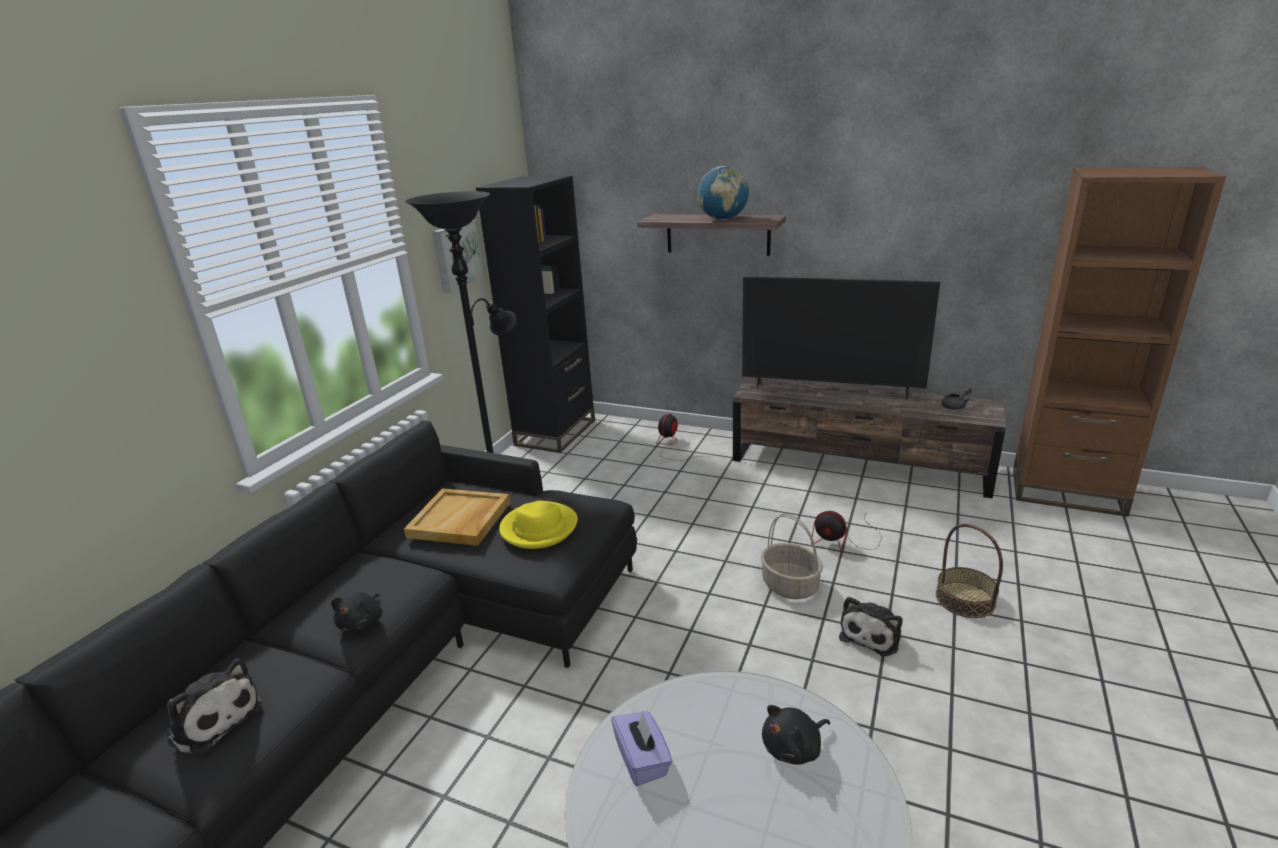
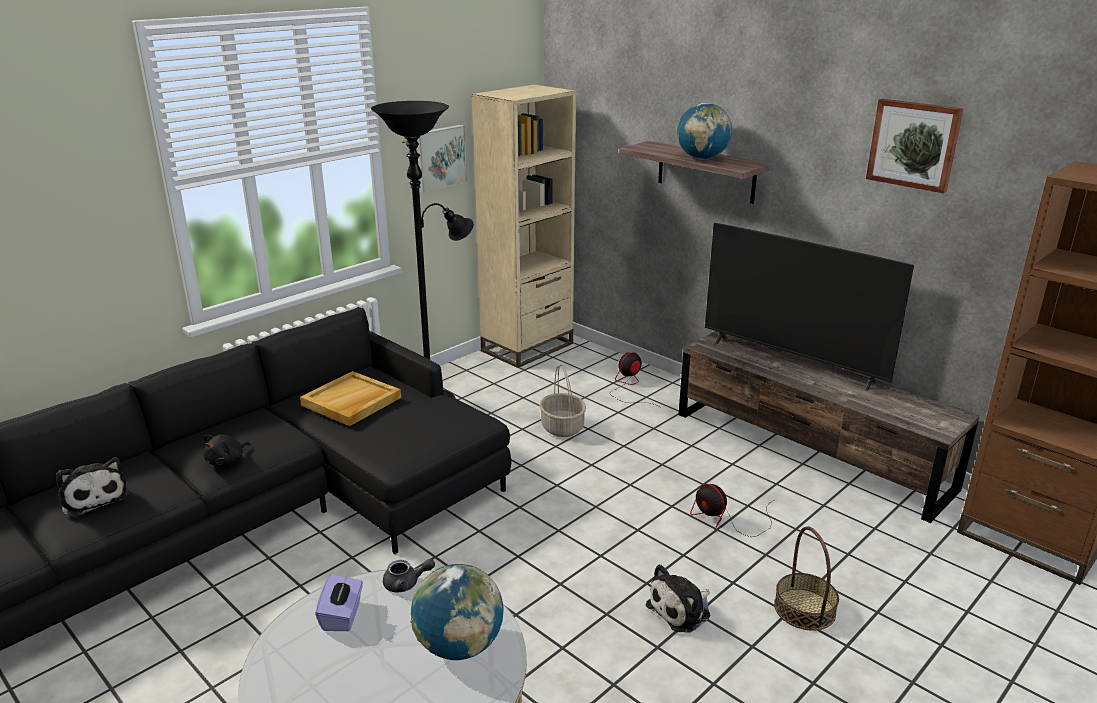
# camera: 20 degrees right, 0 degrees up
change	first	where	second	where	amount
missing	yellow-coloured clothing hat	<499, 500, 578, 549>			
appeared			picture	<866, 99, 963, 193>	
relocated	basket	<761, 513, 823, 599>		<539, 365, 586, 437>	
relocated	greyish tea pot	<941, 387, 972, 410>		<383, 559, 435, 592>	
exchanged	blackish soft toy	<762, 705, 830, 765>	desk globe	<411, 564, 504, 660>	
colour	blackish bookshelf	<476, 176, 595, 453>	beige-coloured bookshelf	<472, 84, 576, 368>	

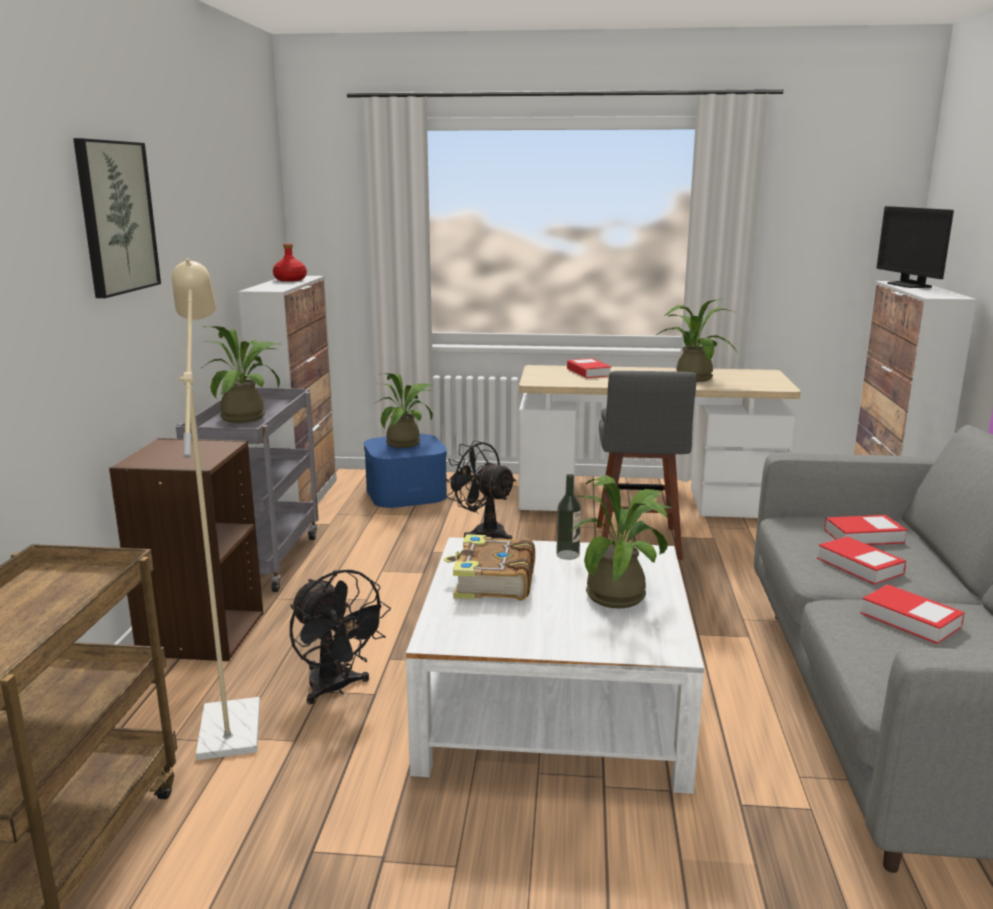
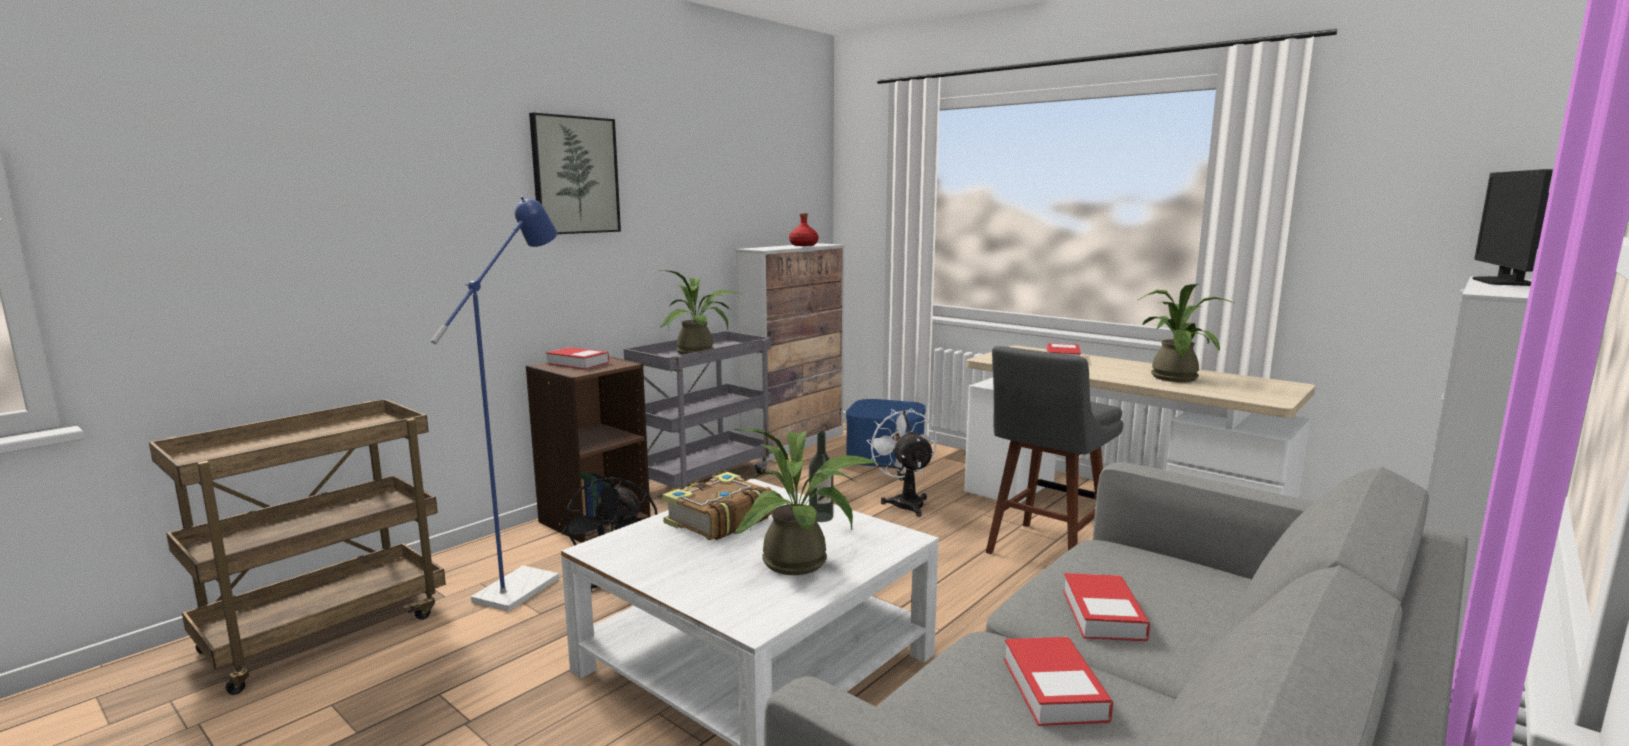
# camera: 35 degrees right, 5 degrees down
change	first	where	second	where	amount
missing	houseplant	<374, 373, 433, 448>			
relocated	volume	<824, 515, 907, 545>		<546, 347, 609, 369>	
colour	beige-coloured floor lamp	<172, 258, 260, 760>	bluish floor lamp	<431, 196, 559, 612>	
colour	blackish fan	<443, 440, 517, 539>	white fan	<867, 409, 937, 517>	

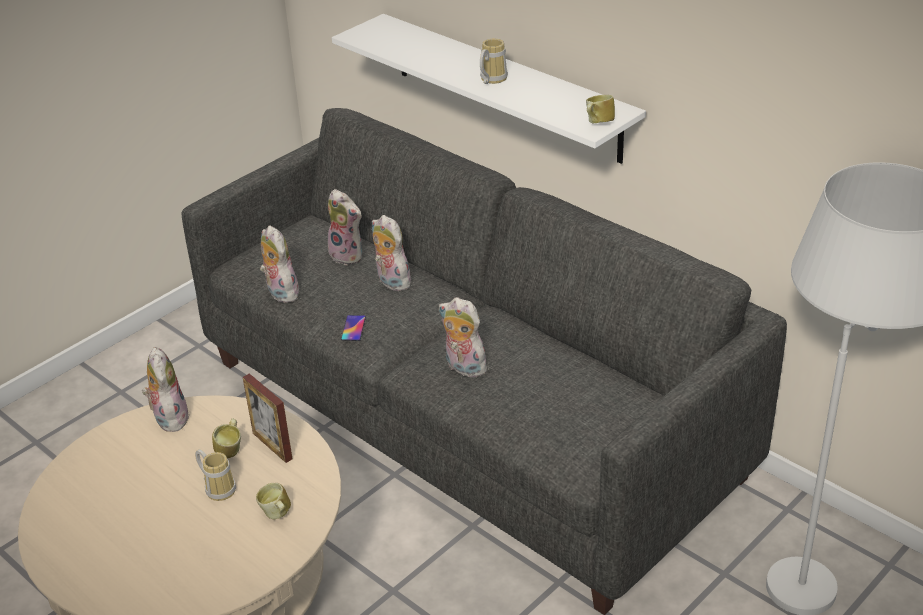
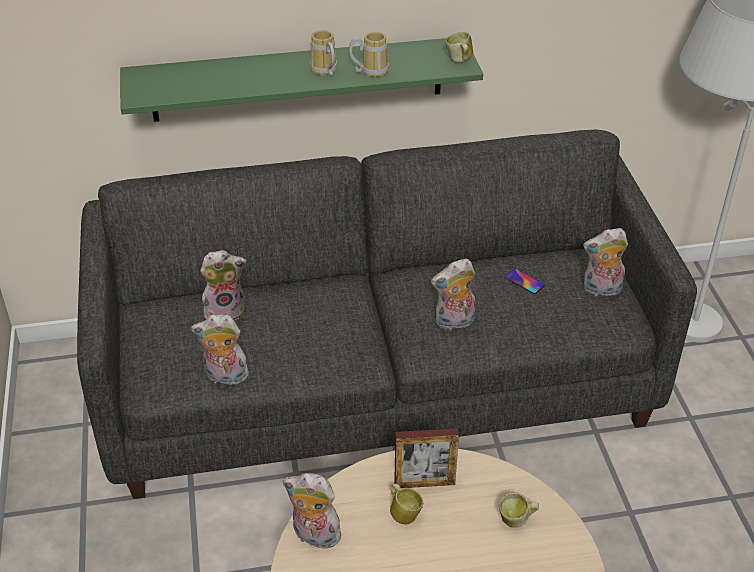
# camera: 55 degrees left, 5 degrees up
change	first	where	second	where	amount
relocated	mug	<195, 449, 236, 501>		<349, 32, 389, 77>	
relocated	handset	<341, 315, 366, 341>		<504, 268, 545, 294>	
relocated	soft toy	<372, 215, 415, 291>		<583, 228, 628, 296>	
colour	white bracket shelf	<332, 14, 646, 164>	green-coloured bracket shelf	<120, 38, 483, 122>	

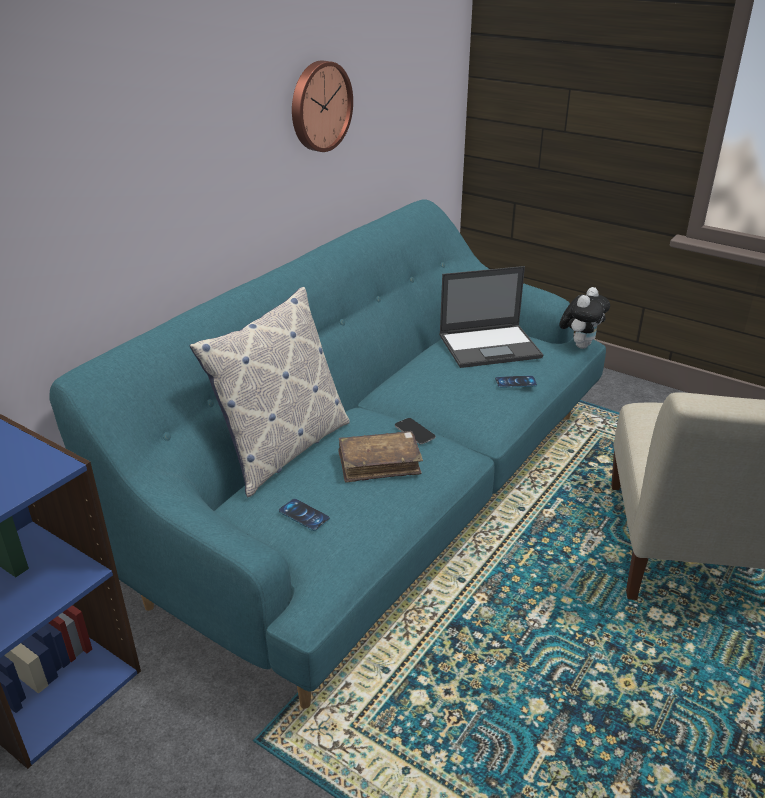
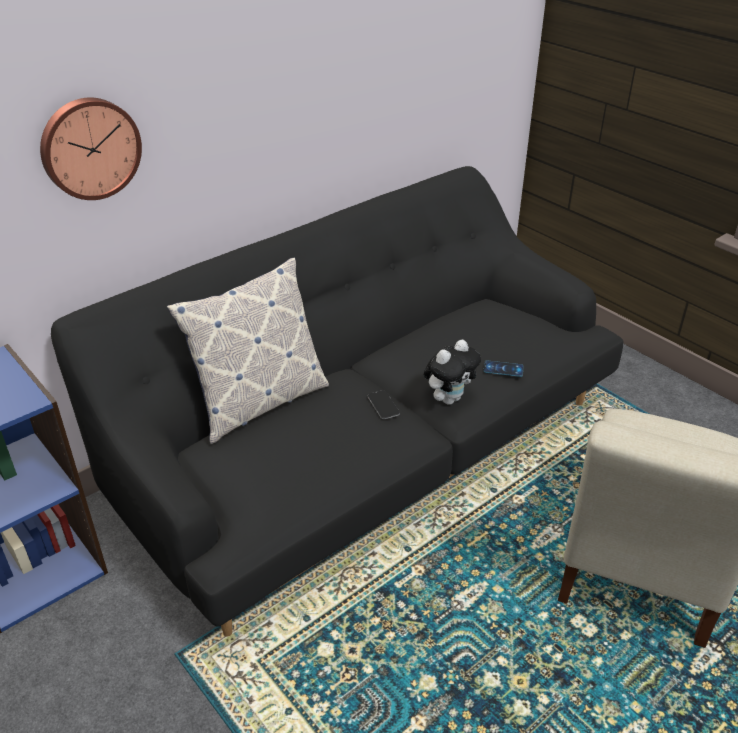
# camera: 15 degrees right, 5 degrees up
change	first	where	second	where	amount
missing	handset	<278, 499, 330, 531>			
missing	brownish volume	<338, 431, 423, 483>			
missing	portable computer	<439, 266, 543, 368>			
relocated	hanging clock	<292, 61, 353, 152>		<40, 98, 142, 200>	
relocated	soft toy	<559, 287, 610, 349>		<424, 340, 481, 405>	
colour	turquoise settee	<50, 199, 606, 709>	blackish settee	<51, 166, 624, 637>	

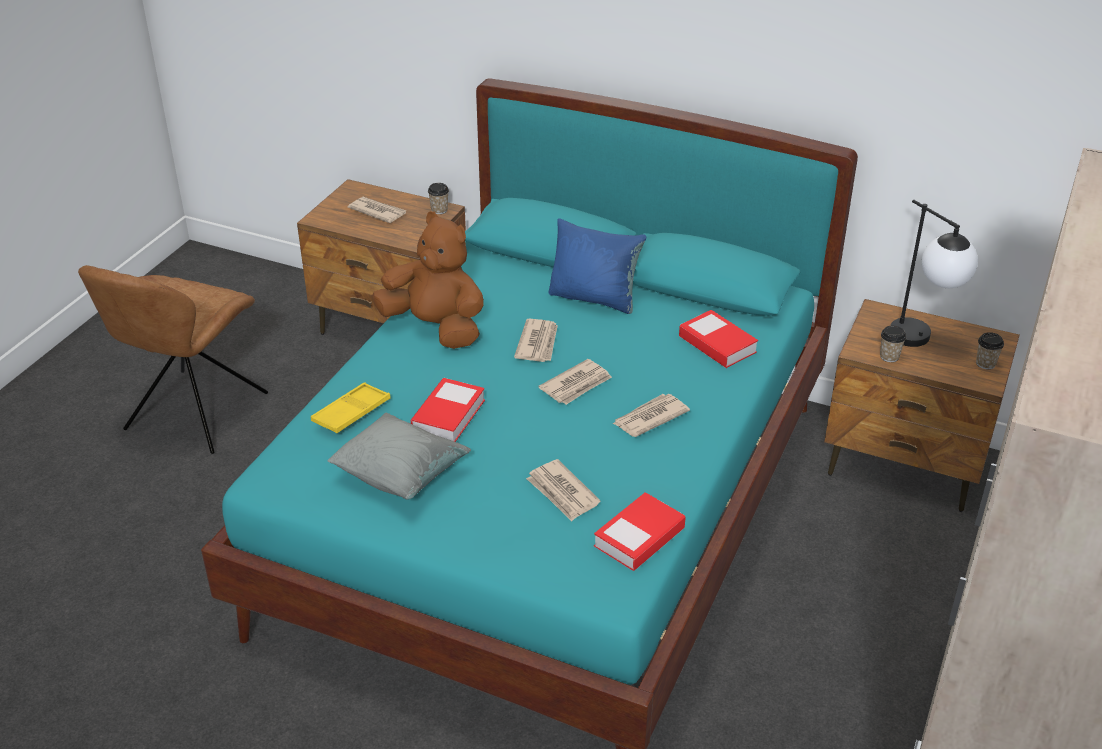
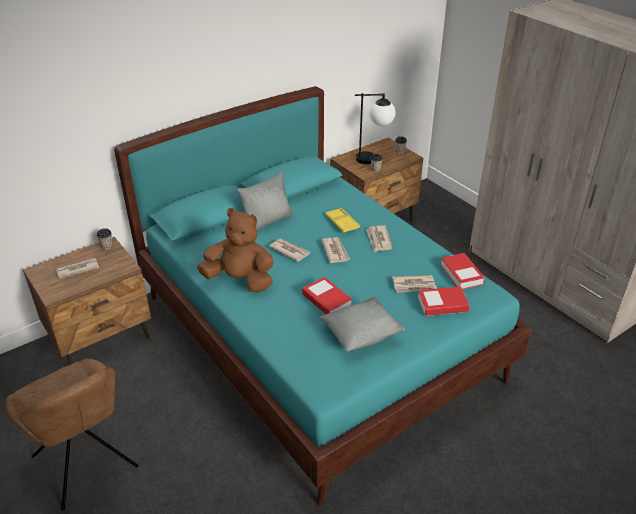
# camera: 60 degrees left, 0 degrees up
change	first	where	second	where	amount
relocated	yellow-coloured serving tray	<311, 382, 391, 433>		<325, 208, 360, 233>	
relocated	volume	<679, 310, 758, 368>		<418, 286, 469, 316>	
colour	bluish cushion	<549, 218, 647, 314>	greyish cushion	<237, 171, 293, 230>	
spun	brownish soft toy	<372, 211, 484, 349>		<197, 208, 274, 293>	45 degrees clockwise

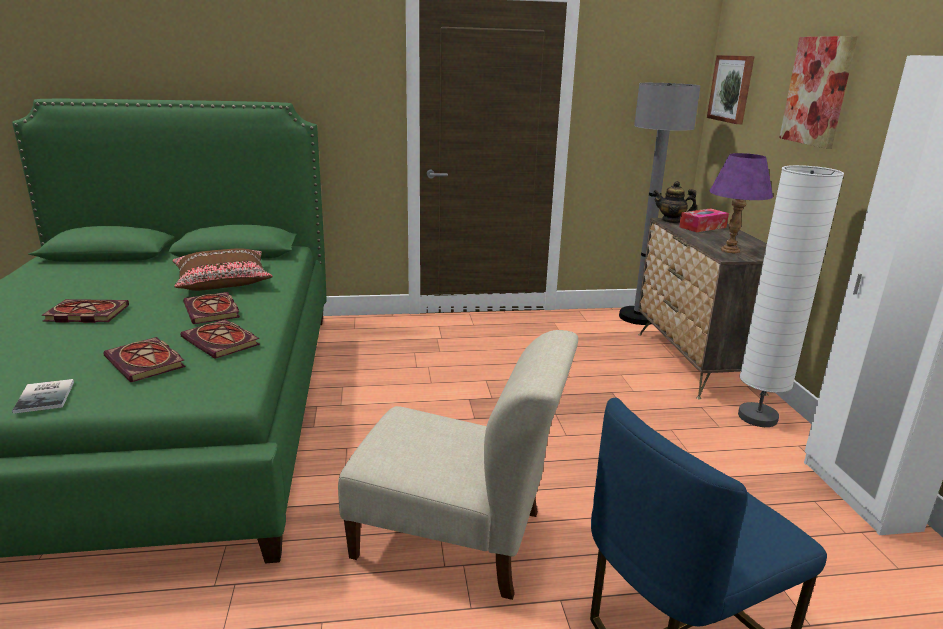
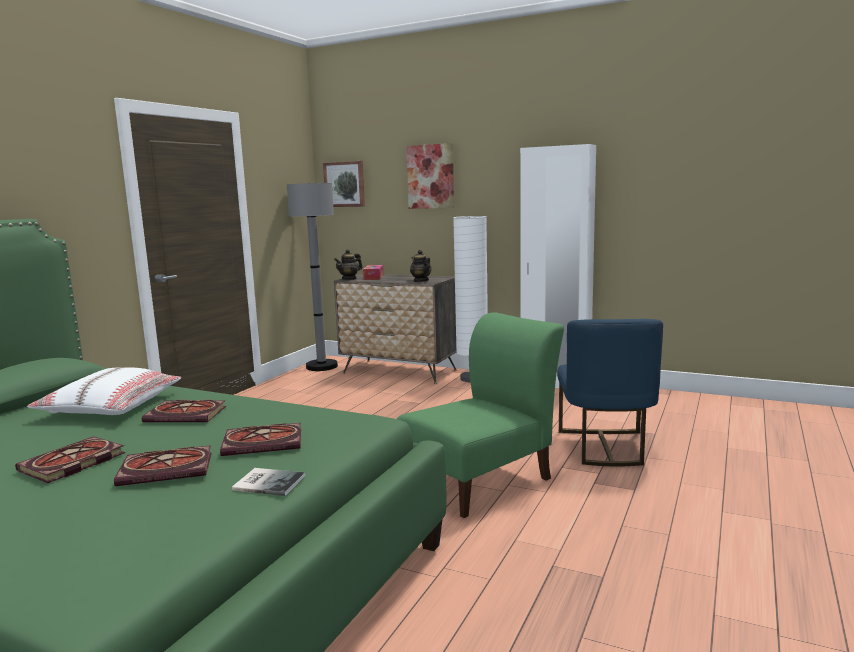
# camera: 55 degrees left, 10 degrees down
change	first	where	second	where	amount
relocated	volume	<180, 319, 260, 359>		<114, 445, 212, 486>	
exchanged	purplish table lamp	<709, 153, 773, 253>	tea pot	<410, 250, 432, 282>	
colour	brownish cushion	<173, 248, 273, 291>	white cushion	<27, 367, 181, 415>	
colour	beige-coloured plain chair	<338, 330, 578, 600>	green-coloured plain chair	<397, 313, 564, 518>	

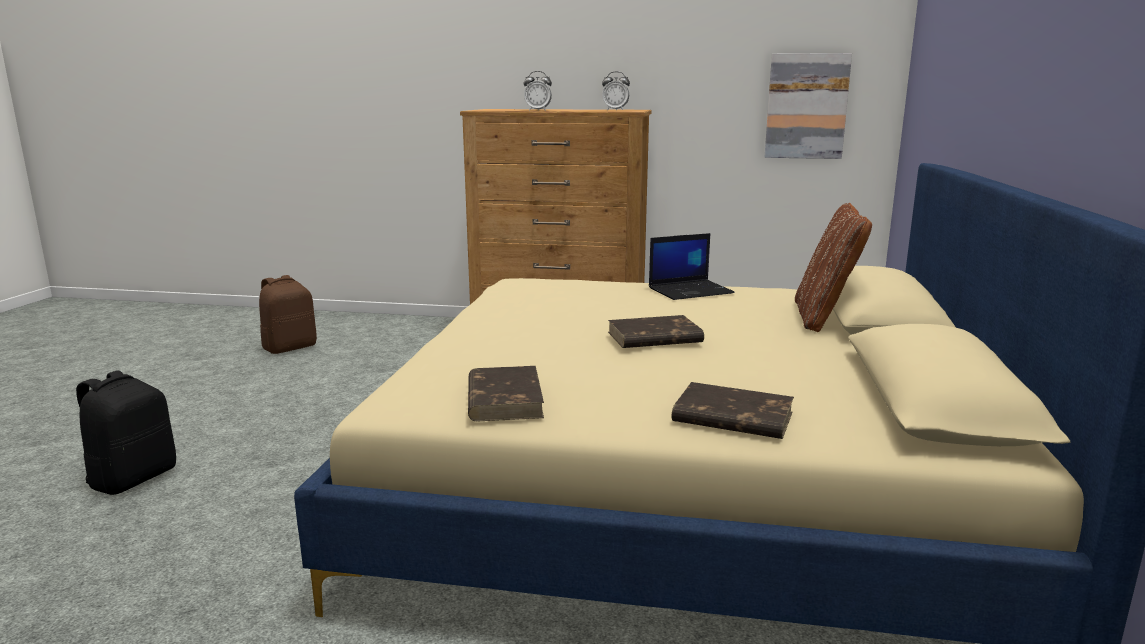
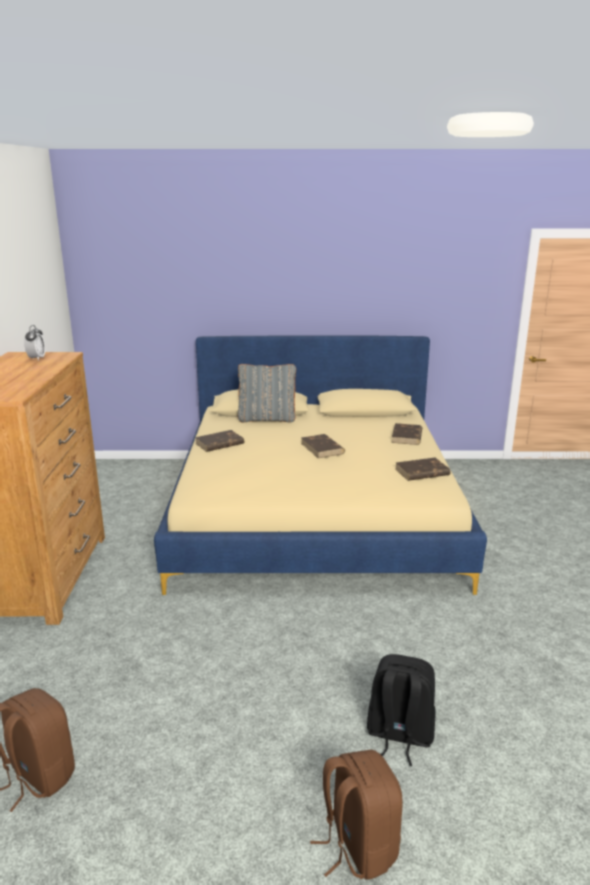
# camera: 100 degrees left, 5 degrees up
change	first	where	second	where	amount
missing	alarm clock	<524, 71, 552, 111>			
missing	picture	<765, 53, 852, 159>			
appeared			brownish rucksack	<310, 750, 403, 880>	
exchanged	portable computer	<649, 233, 735, 300>	brownish volume	<195, 430, 244, 452>	
colour	brownish cushion	<795, 203, 872, 332>	greyish cushion	<238, 364, 296, 423>	

